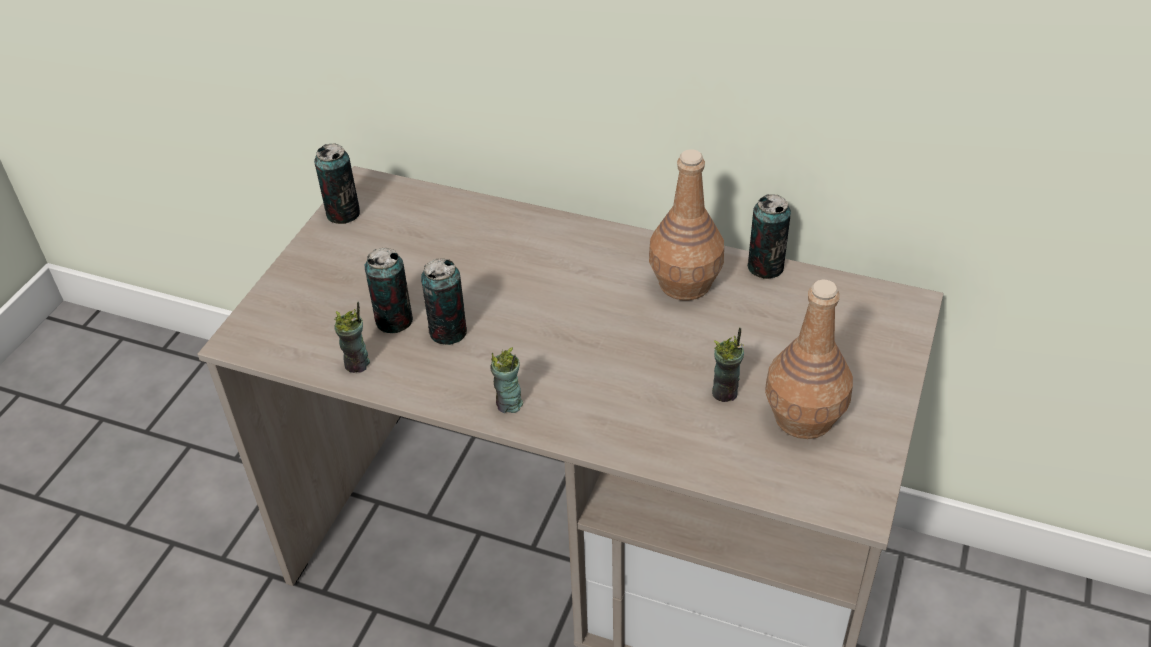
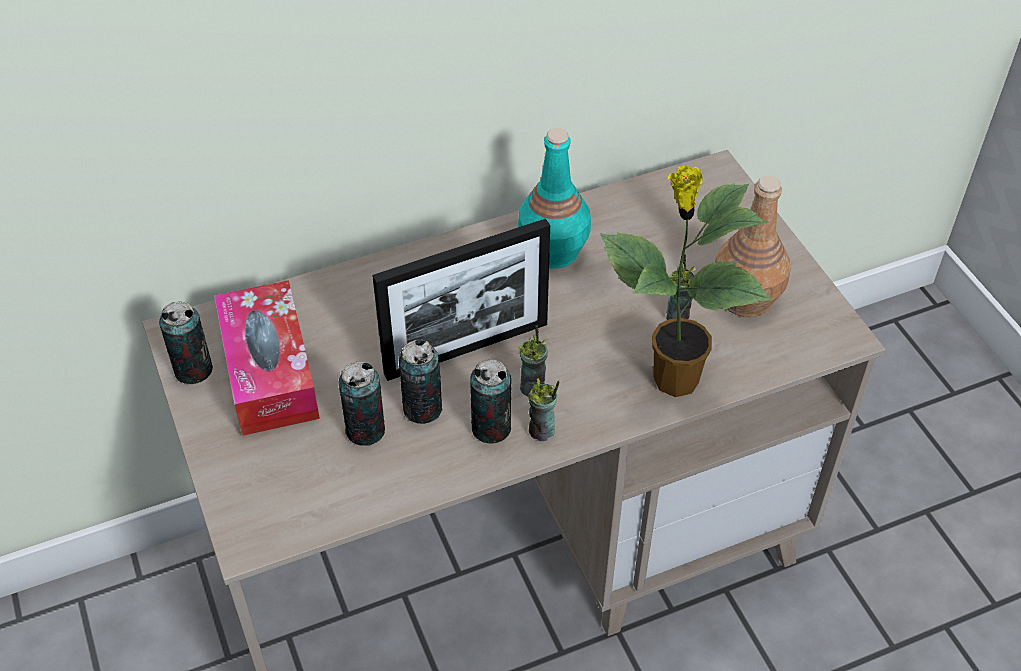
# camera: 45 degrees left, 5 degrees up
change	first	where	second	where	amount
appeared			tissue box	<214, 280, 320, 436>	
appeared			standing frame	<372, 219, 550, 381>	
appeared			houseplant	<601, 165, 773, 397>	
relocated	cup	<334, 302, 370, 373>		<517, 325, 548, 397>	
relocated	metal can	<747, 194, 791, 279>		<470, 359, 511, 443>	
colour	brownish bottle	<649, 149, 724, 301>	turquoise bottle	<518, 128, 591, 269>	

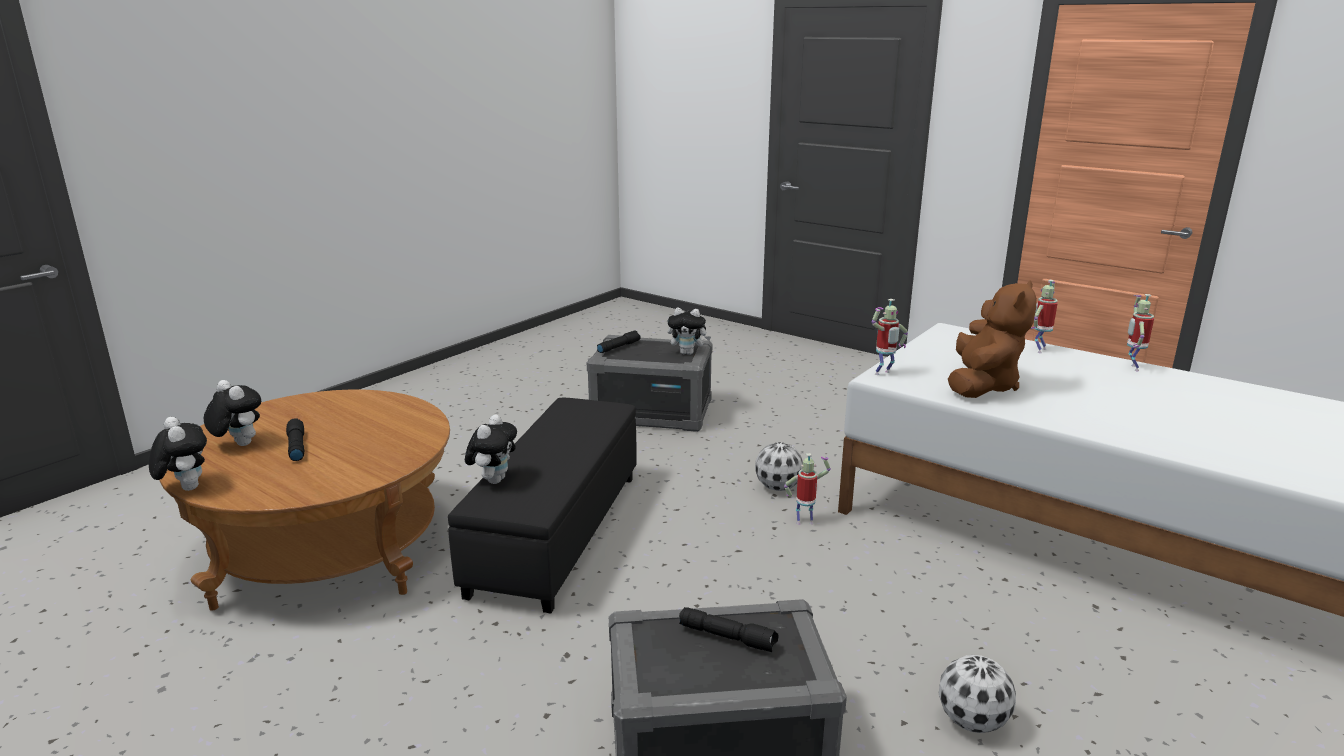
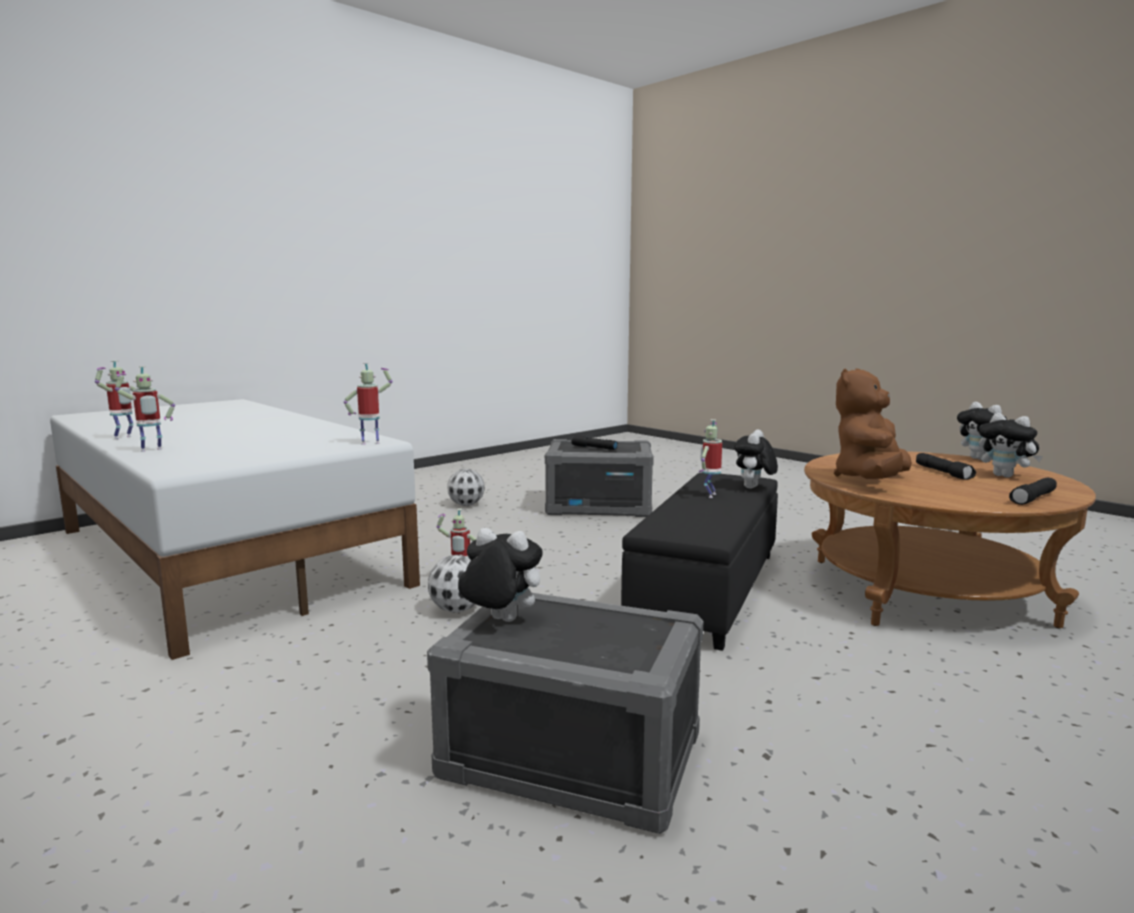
# camera: 170 degrees left, 10 degrees down
change	first	where	second	where	amount
appeared			toy robot	<699, 419, 722, 498>	
relocated	blackish torch	<597, 331, 641, 353>		<1009, 478, 1057, 505>	
relocated	brownish soft toy	<948, 280, 1037, 398>		<834, 368, 912, 479>	

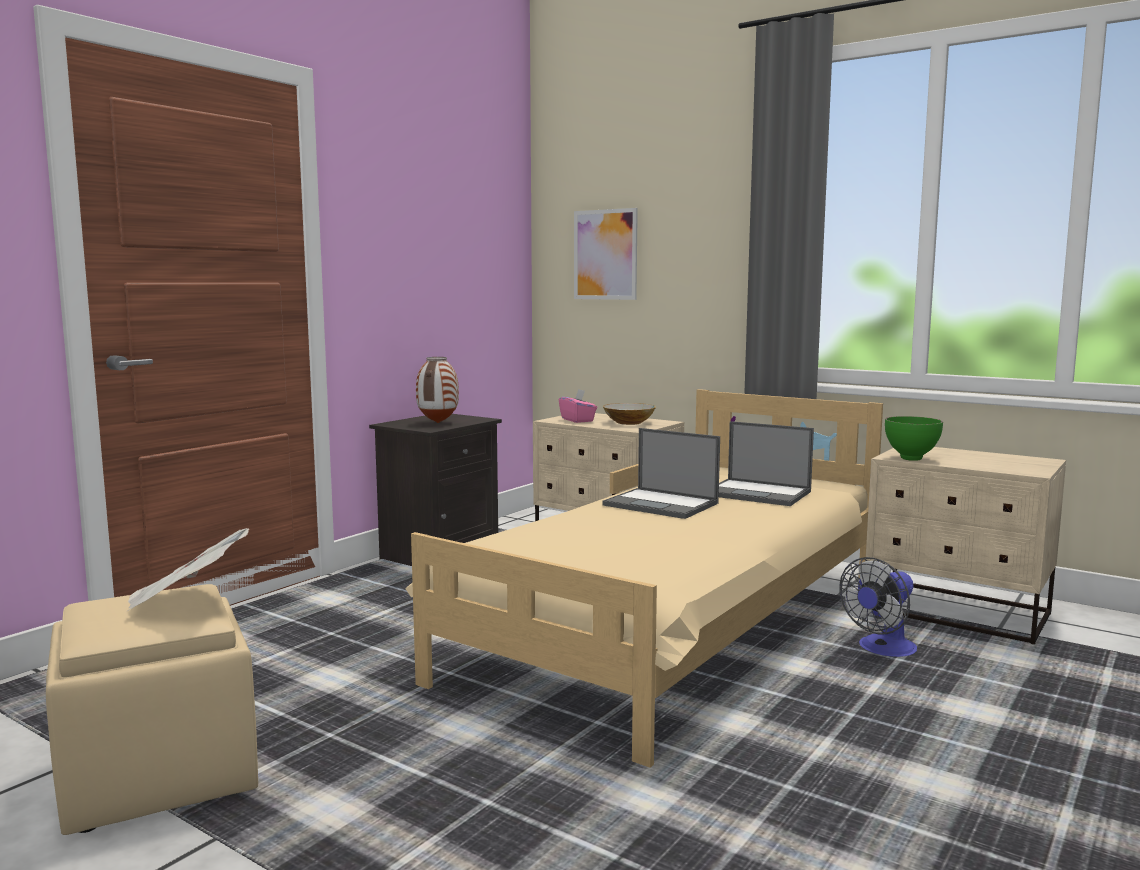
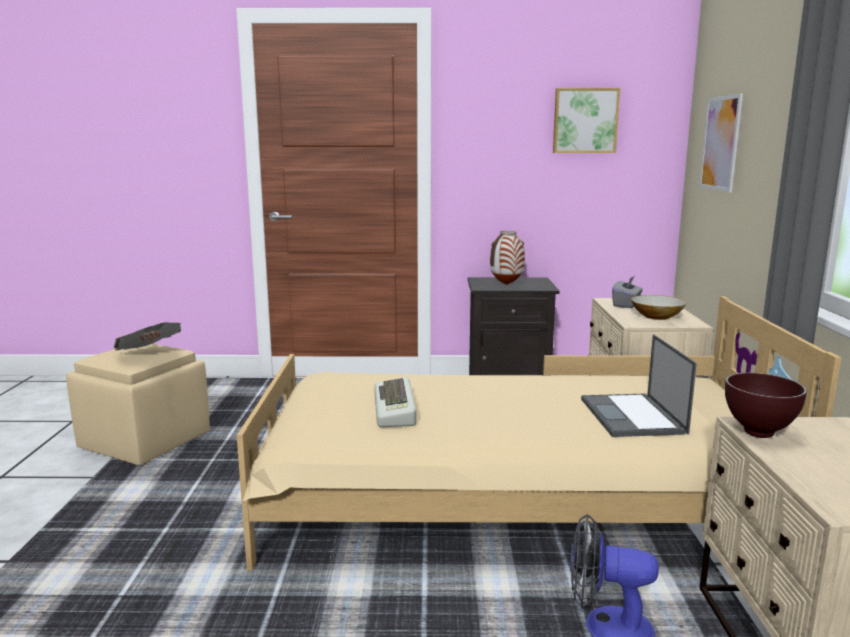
# camera: 55 degrees right, 5 degrees up
change	first	where	second	where	amount
missing	portable computer	<602, 428, 720, 519>			
appeared			keyboard	<374, 377, 416, 427>	
appeared			picture	<553, 88, 620, 153>	
colour	pink tissue box	<559, 389, 597, 423>	greyish tissue box	<612, 276, 643, 308>	
colour	green-coloured bowl	<885, 416, 943, 461>	brownish bowl	<725, 373, 807, 438>	

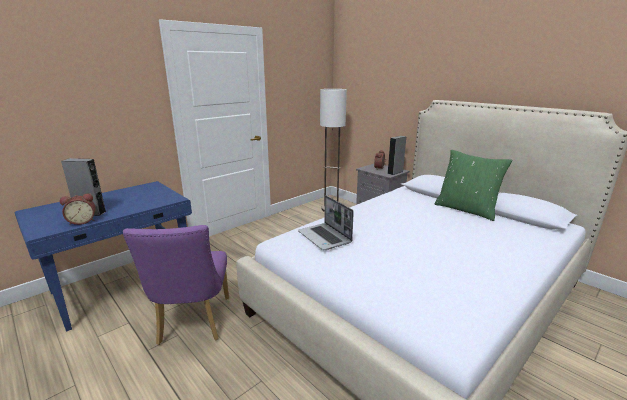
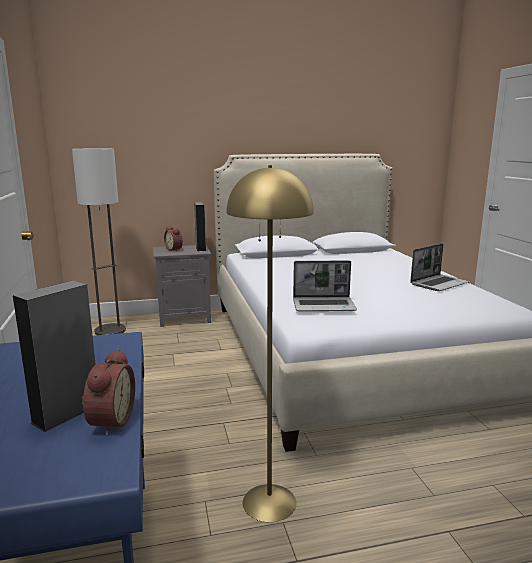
# camera: 60 degrees left, 5 degrees down
change	first	where	second	where	amount
missing	green-coloured cushion	<435, 150, 512, 221>			
appeared			portable computer	<410, 244, 470, 291>	
exchanged	purplish plain chair	<123, 225, 229, 345>	yellow-coloured floor lamp	<226, 165, 314, 522>	

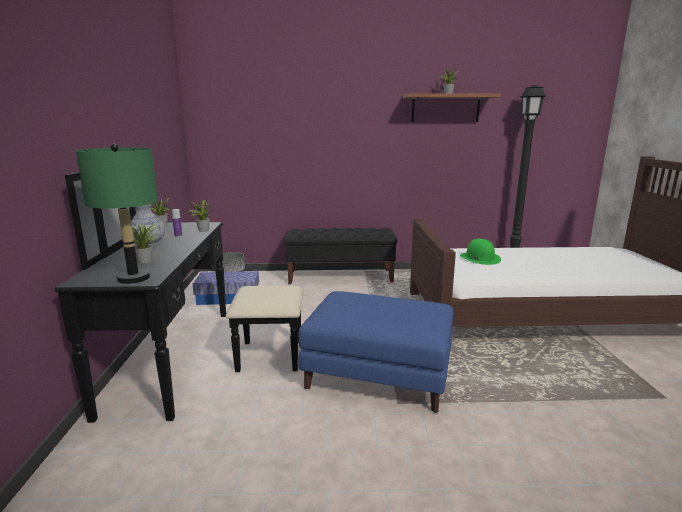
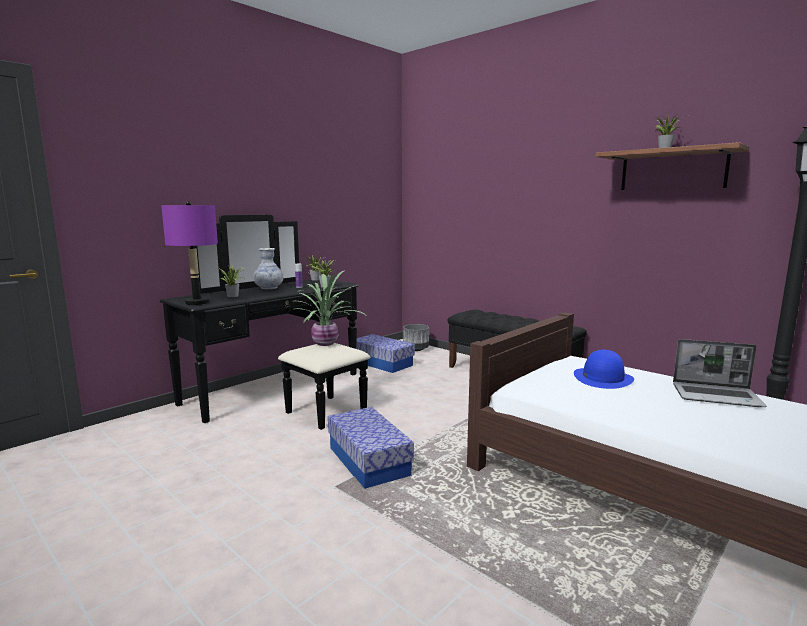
# camera: 45 degrees right, 5 degrees down
change	first	where	second	where	amount
appeared			houseplant	<289, 271, 368, 346>	
appeared			portable computer	<673, 339, 767, 407>	
exchanged	bluish footrest	<298, 291, 453, 413>	storage bin	<328, 407, 414, 489>	
colour	green-coloured table lamp	<76, 144, 158, 284>	purplish table lamp	<161, 201, 218, 305>	
colour	green-coloured clothing hat	<460, 238, 501, 265>	bluish clothing hat	<574, 350, 634, 389>	

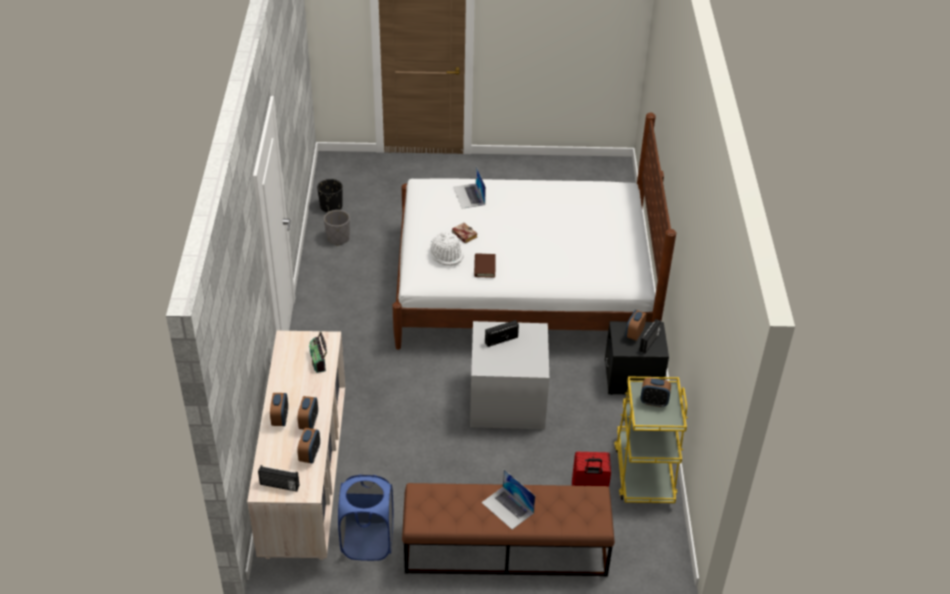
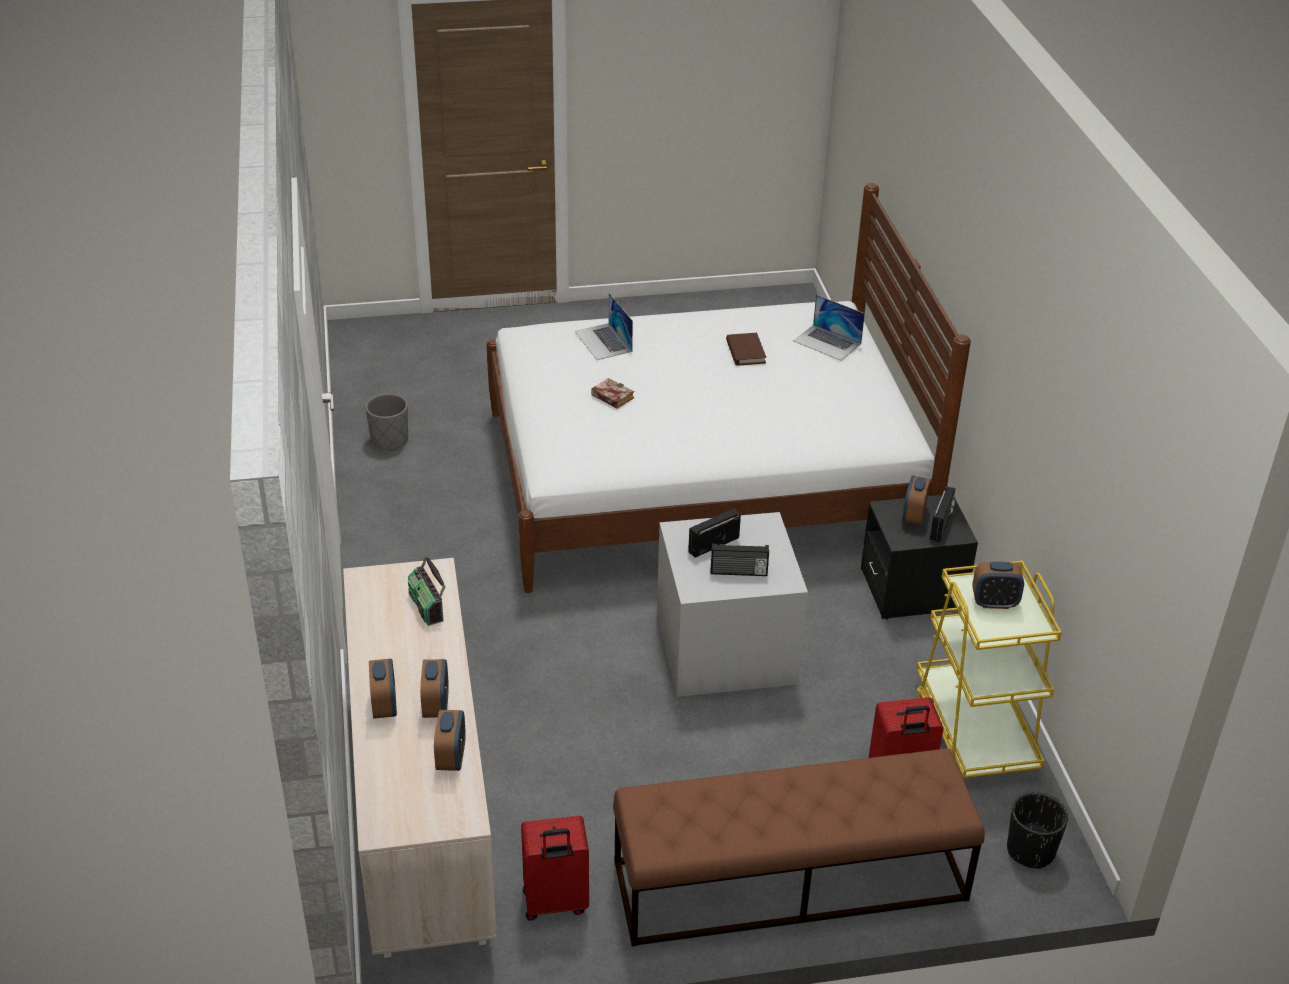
# camera: 10 degrees left, 5 degrees down
change	first	where	second	where	amount
missing	white clothing hat	<431, 232, 464, 266>			
relocated	radio	<258, 465, 299, 492>		<710, 543, 769, 576>	
relocated	blackish planter	<317, 179, 343, 213>		<1007, 792, 1068, 869>	
relocated	brownish volume	<474, 254, 496, 278>		<726, 333, 766, 365>	
relocated	portable computer	<481, 470, 535, 530>		<793, 295, 865, 360>	
exchanged	bluish washing basket	<338, 474, 393, 561>	red travel case	<521, 816, 589, 921>	

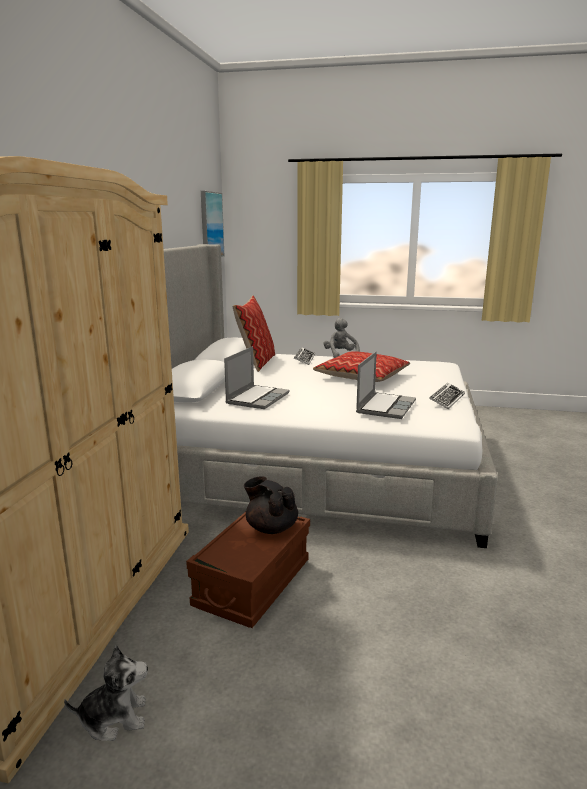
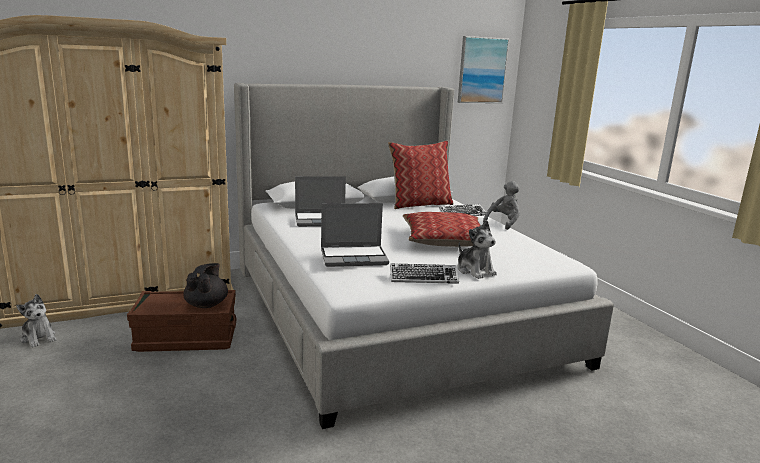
# camera: 55 degrees right, 0 degrees up
change	first	where	second	where	amount
appeared			soft toy	<457, 220, 497, 279>	

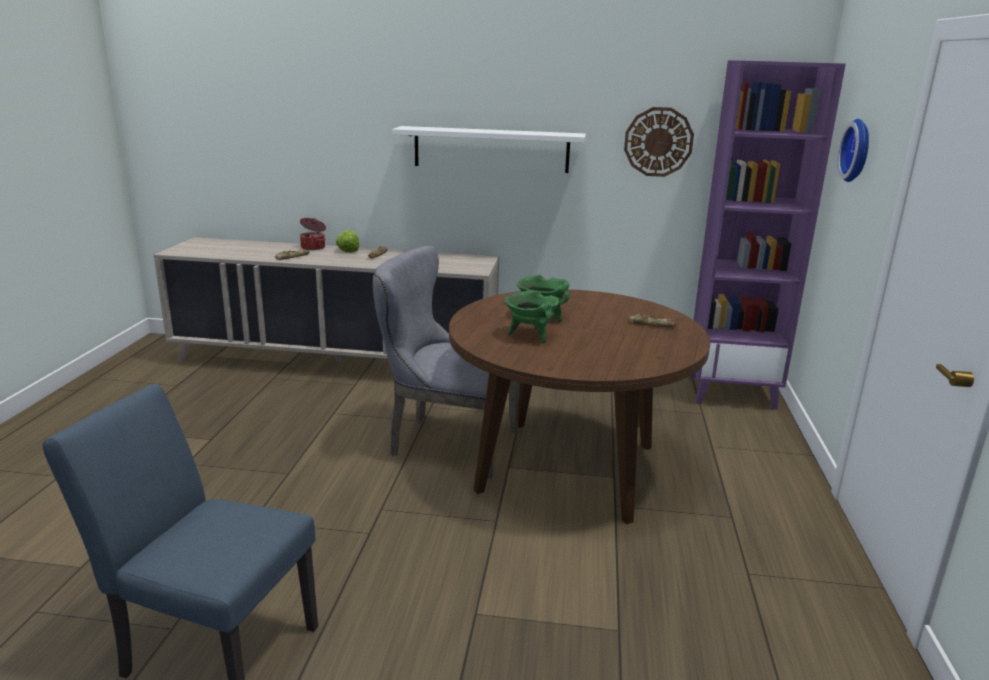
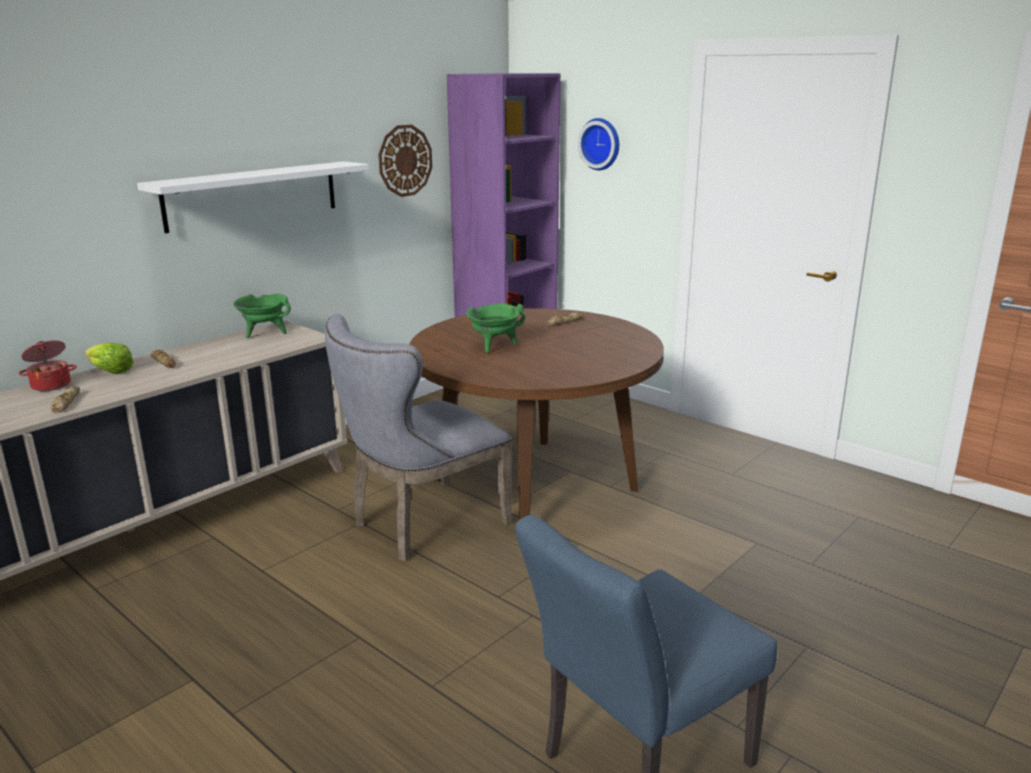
# camera: 55 degrees left, 0 degrees up
change	first	where	second	where	amount
relocated	green-coloured saucepot	<504, 290, 559, 344>		<233, 294, 291, 338>	

